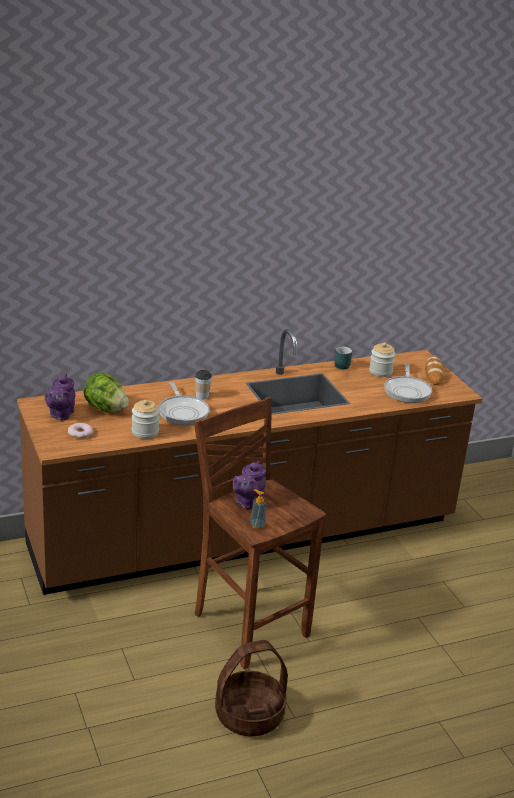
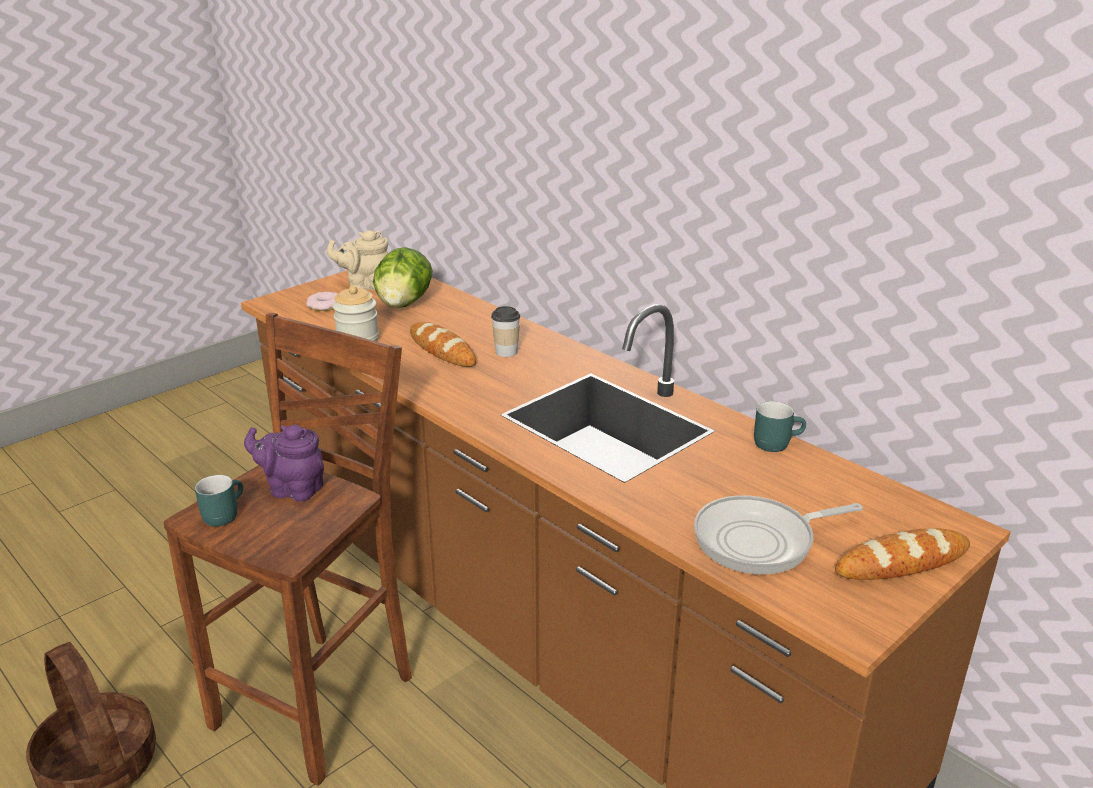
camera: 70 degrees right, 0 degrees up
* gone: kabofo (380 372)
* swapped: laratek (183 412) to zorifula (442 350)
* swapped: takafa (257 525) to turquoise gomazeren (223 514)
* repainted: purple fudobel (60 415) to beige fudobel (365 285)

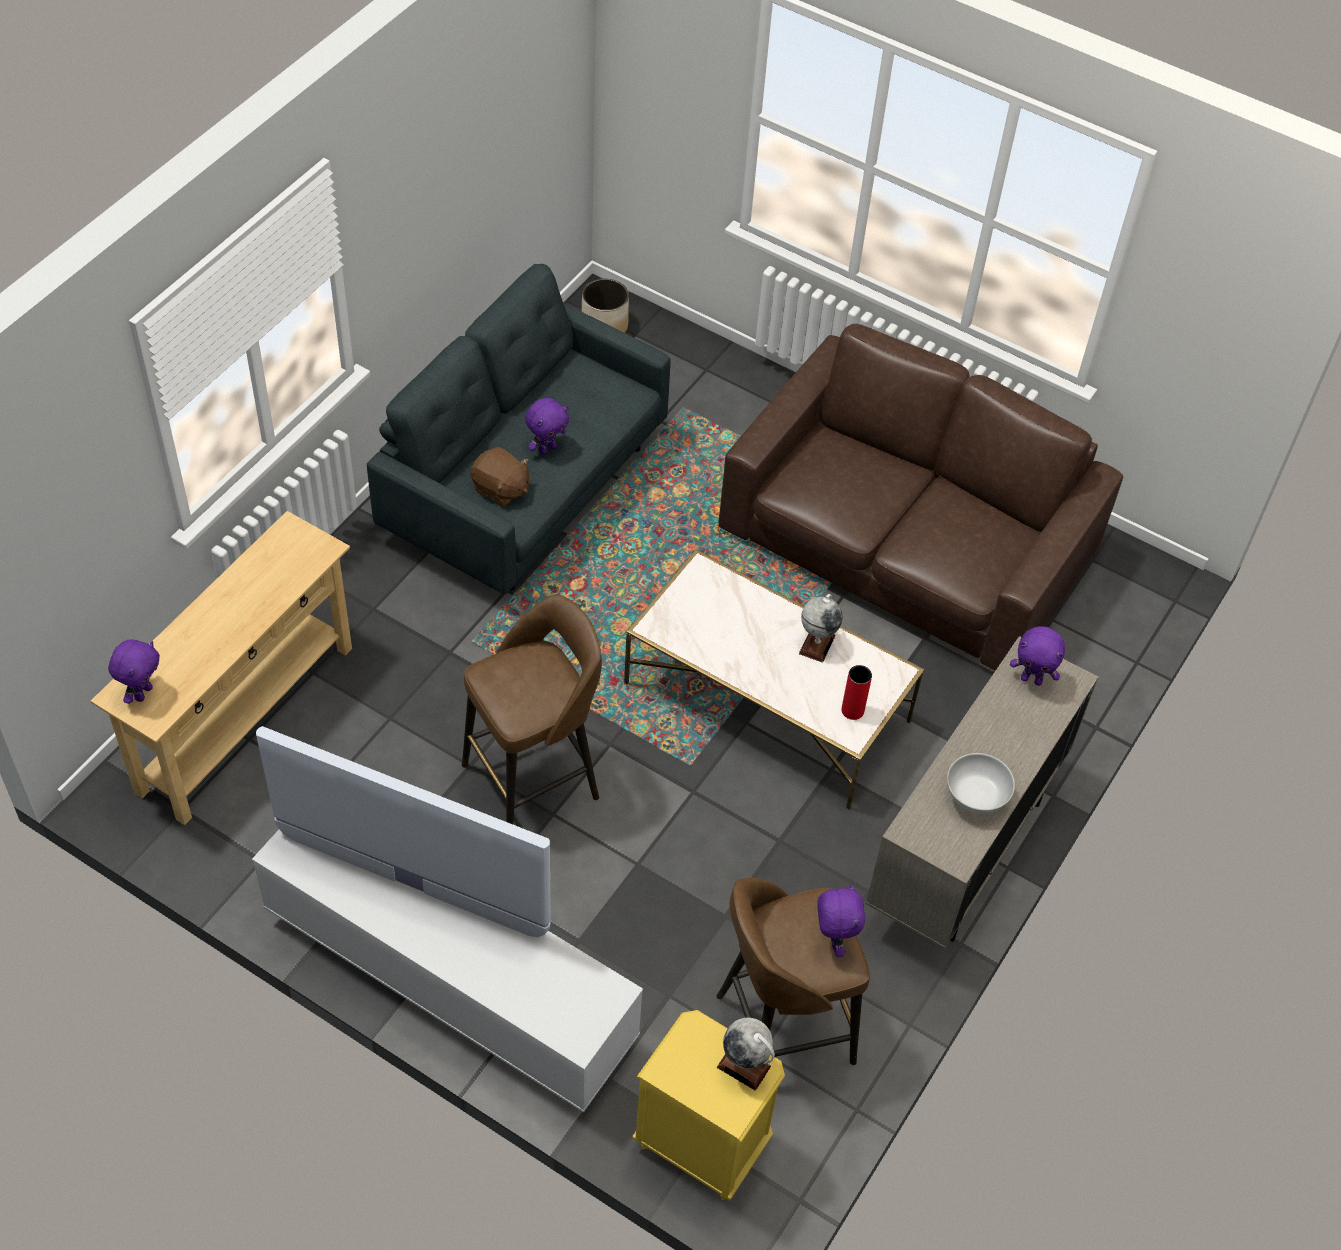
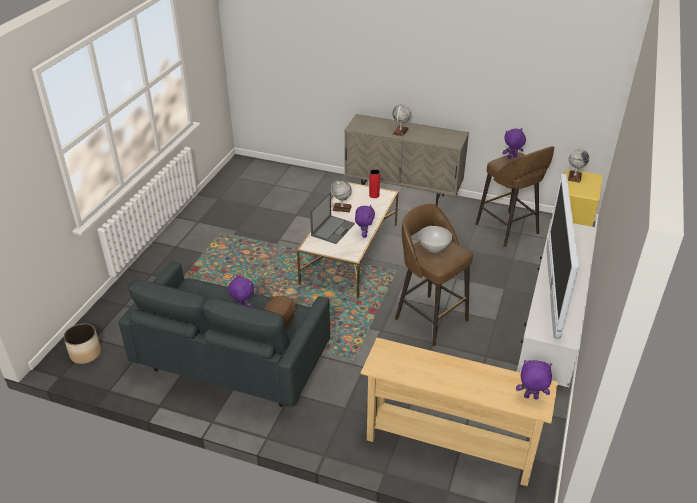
camera: 100 degrees left, 15 degrees down
* gone: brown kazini (906 543)
* new: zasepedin (333 229)
* new: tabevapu (400 131)
* shifted: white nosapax (976 798) to (434 247)
* shifted: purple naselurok (1032 679) to (364 235)

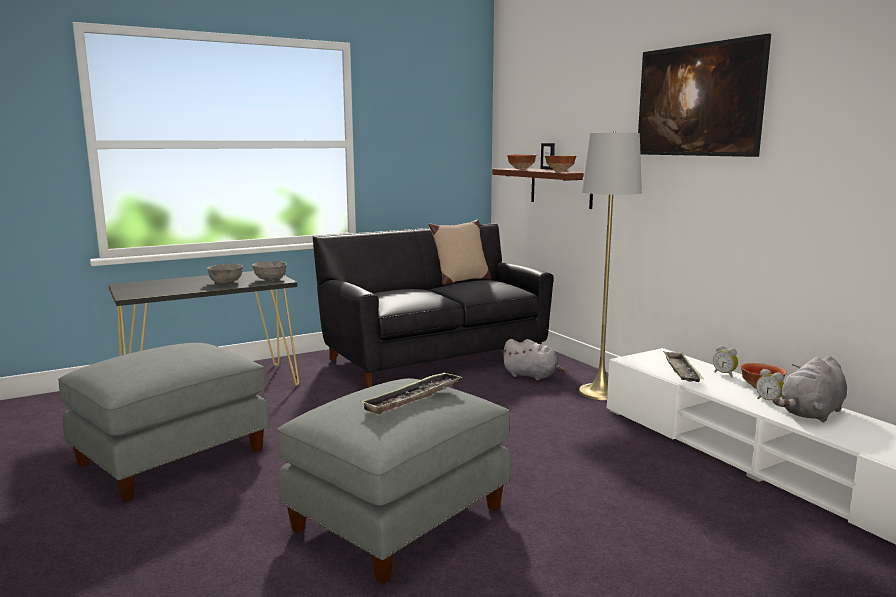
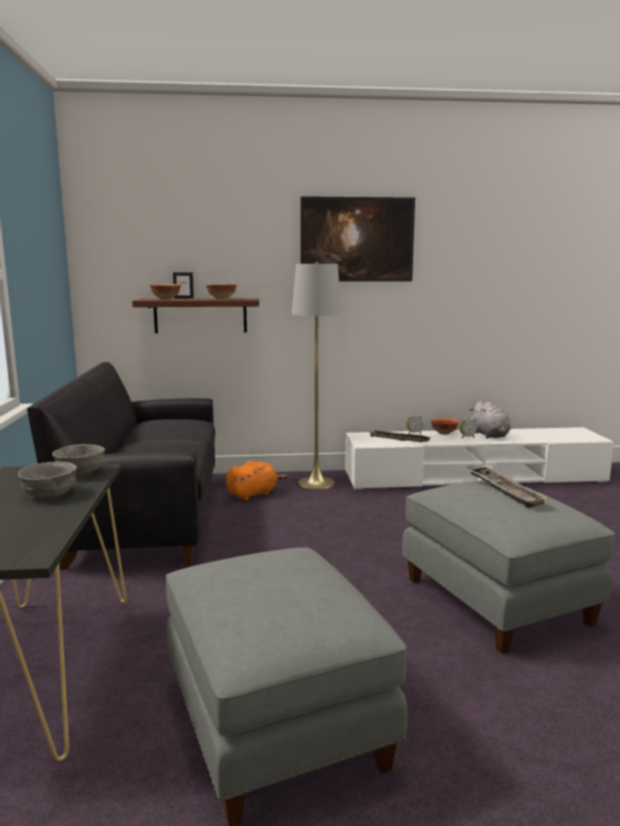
camera: 65 degrees left, 0 degrees up
* gone: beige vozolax (461 281)
* repainted: grey naselurok (532 376) to orange naselurok (253 494)

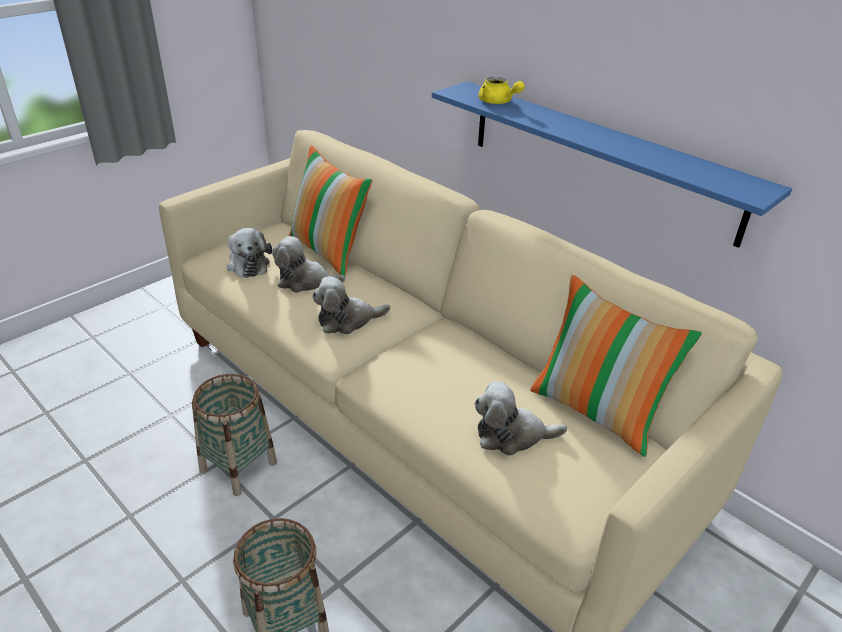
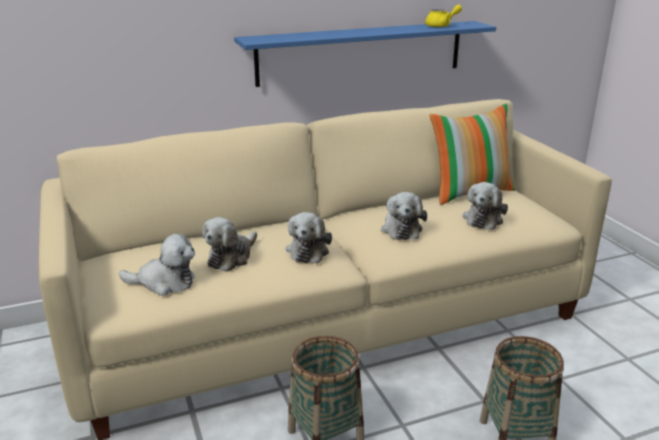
camera: 65 degrees left, 10 degrees down
* gone: vozolax (329 251)
* new: naselurok (401 229)
* shifted: yellow fudobel (498 102) to (441 26)

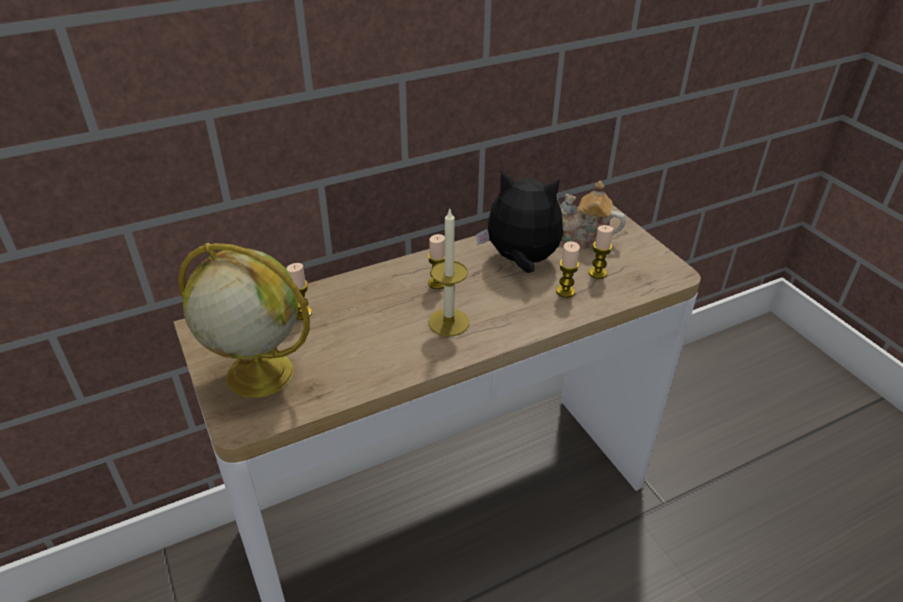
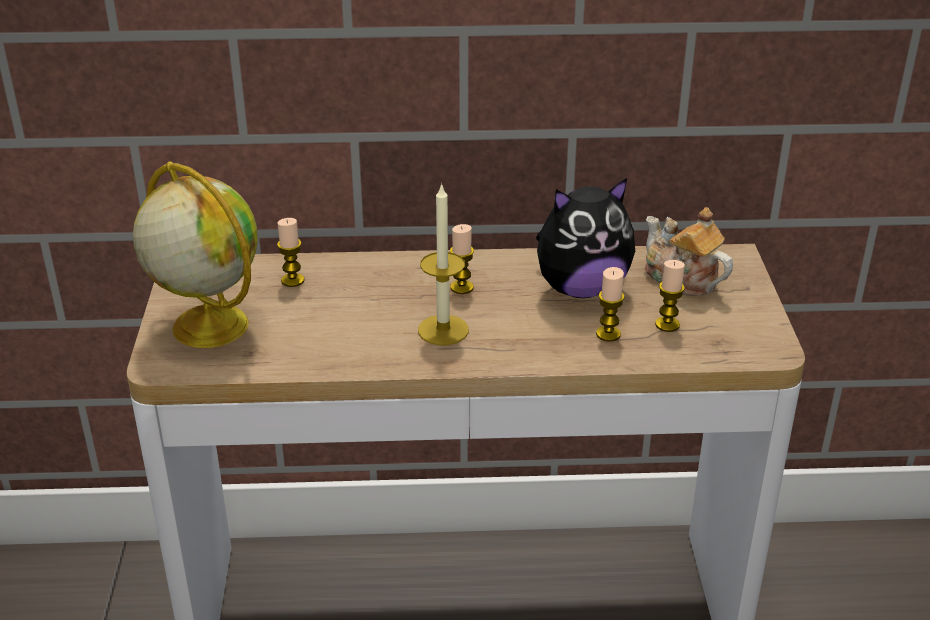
camera: 25 degrees right, 5 degrees down
* rotated: naselurok (521 261) = (581 288) 120 degrees clockwise

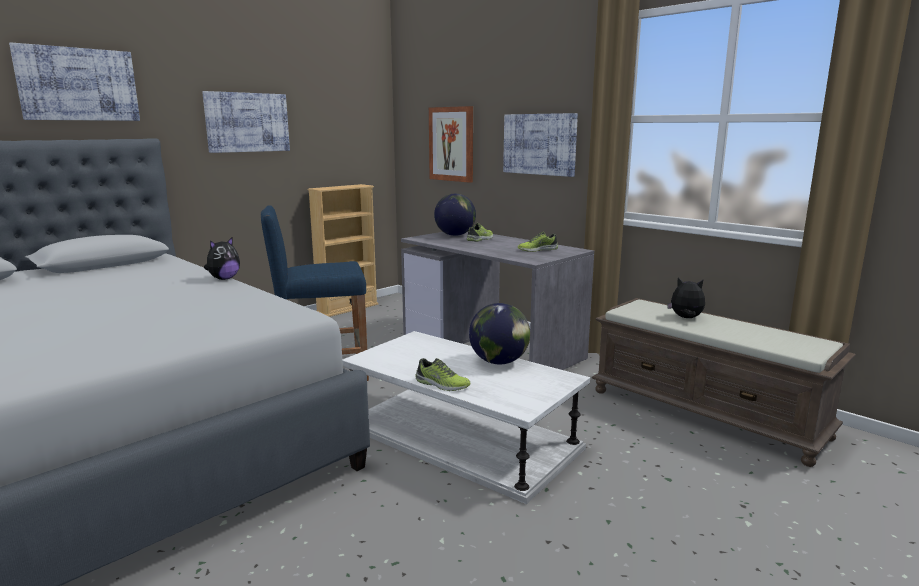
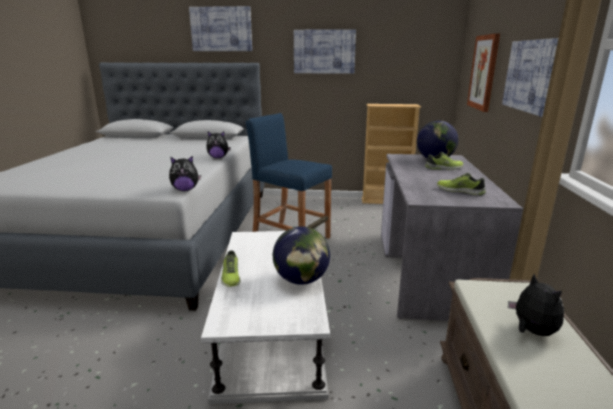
camera: 50 degrees right, 5 degrees up
* new: naselurok (185 190)

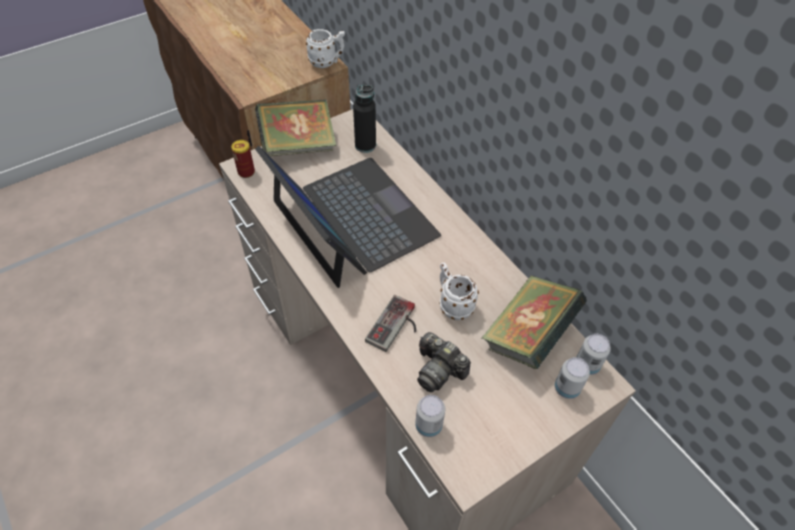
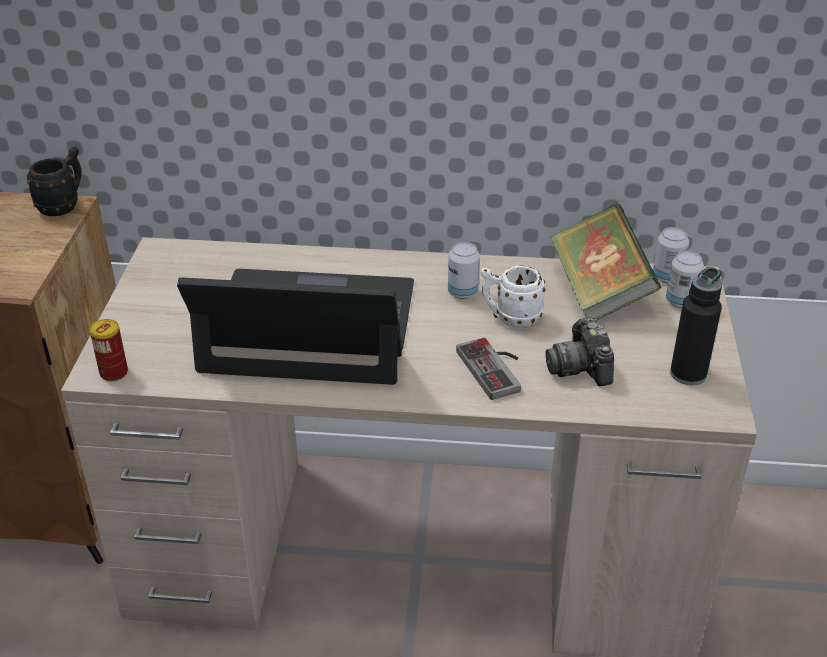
camera: 50 degrees left, 15 degrees down
* gone: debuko (298 146)
* shifted: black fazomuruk (365 145) to (688 374)
* shifted: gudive (428 425) to (462 292)
* repainted: white gomazeren (327 62) to black gomazeren (64 205)
* rotated: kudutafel (438 370) = (580 367) 90 degrees clockwise

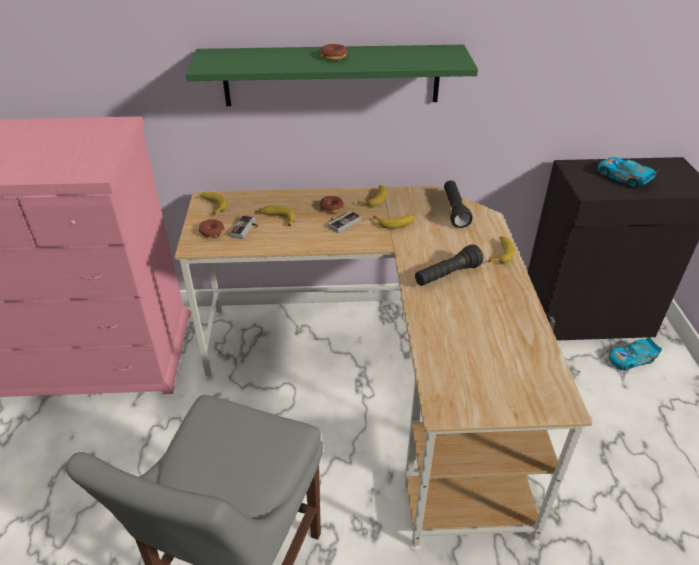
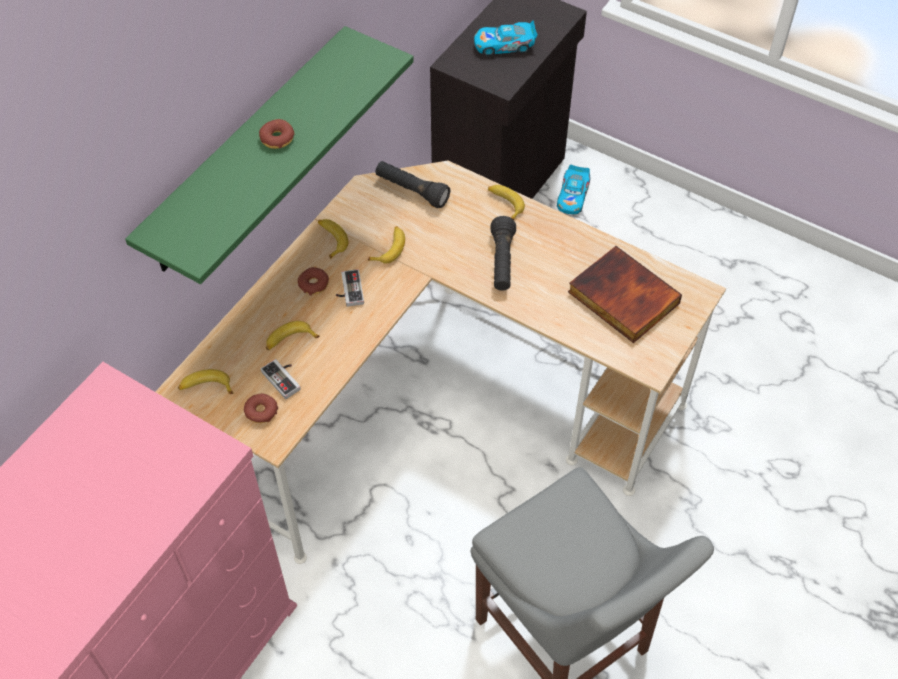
camera: 55 degrees left, 15 degrees up
* new: debuko (621 298)

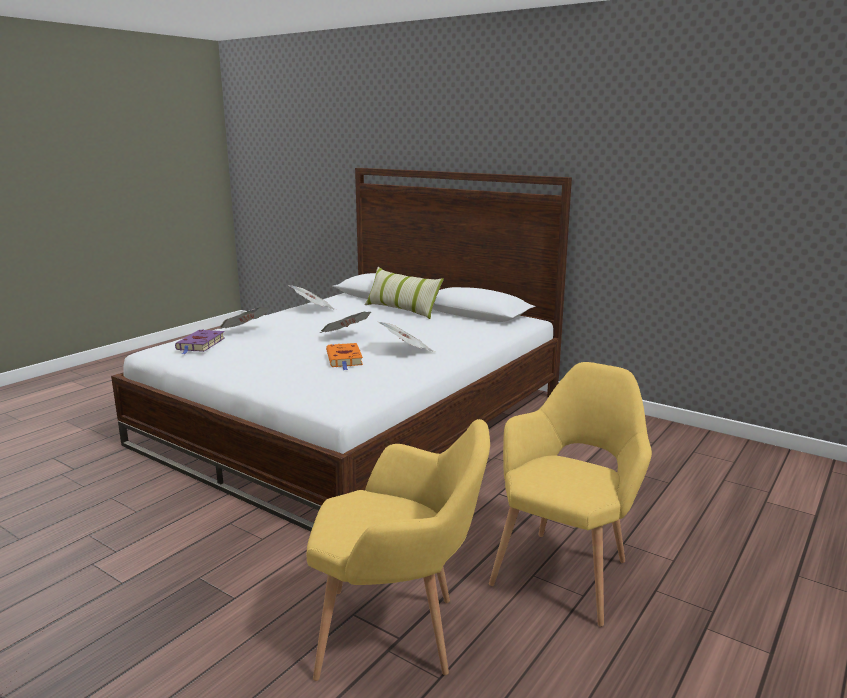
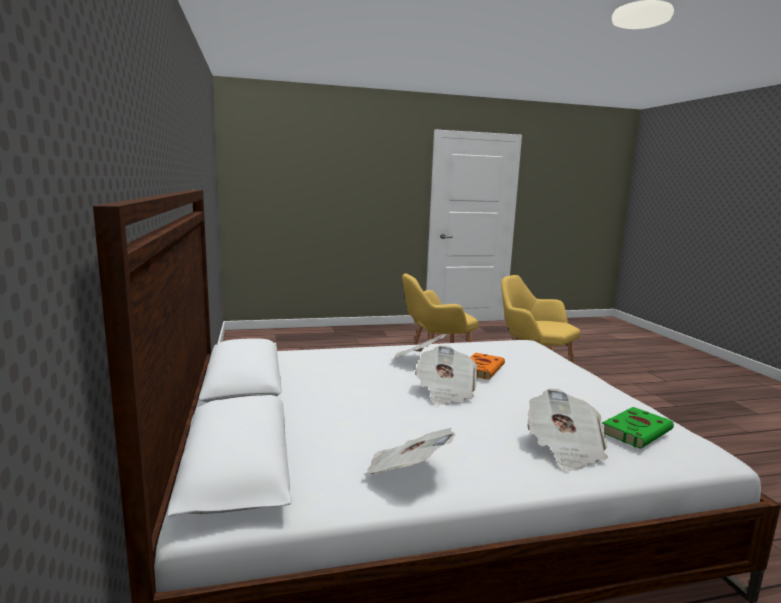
camera: 140 degrees left, 5 degrees down
* gone: vozolax (402 310)
* repainted: purple debuko (200 344) to green debuko (637 431)

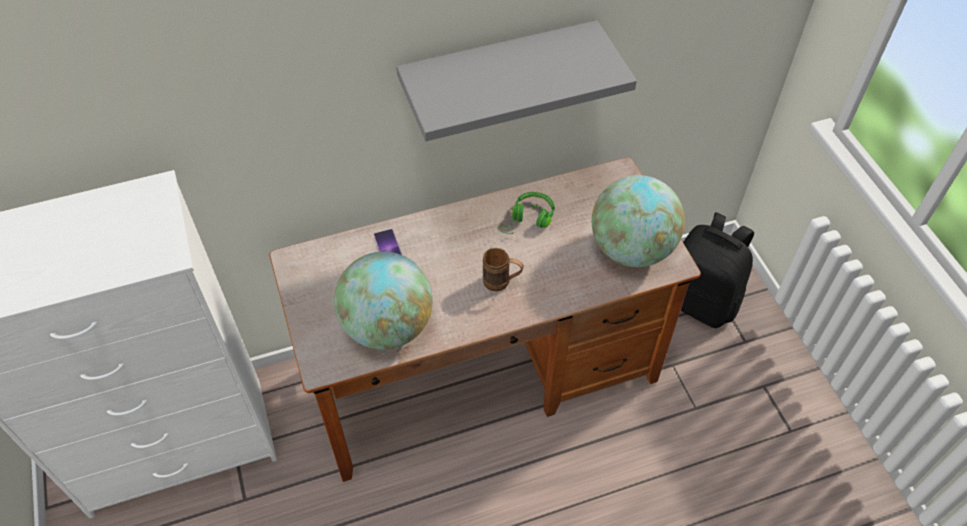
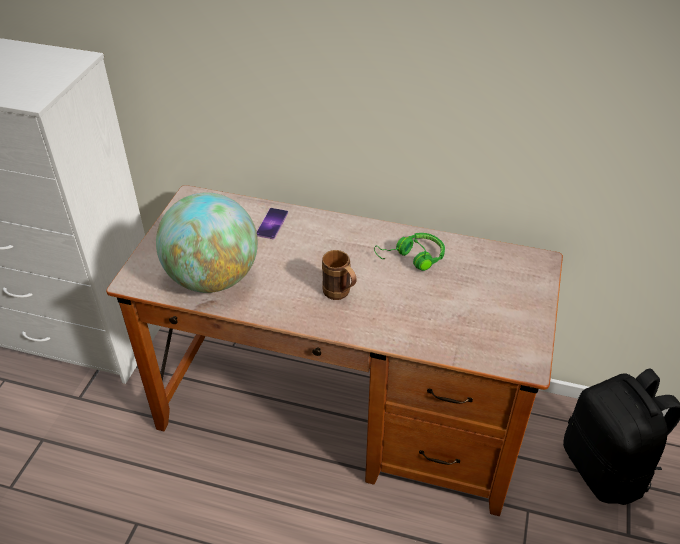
camera: 35 degrees right, 10 degrees down
* gone: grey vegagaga (498 72)
* gone: tabevapu (631 249)

